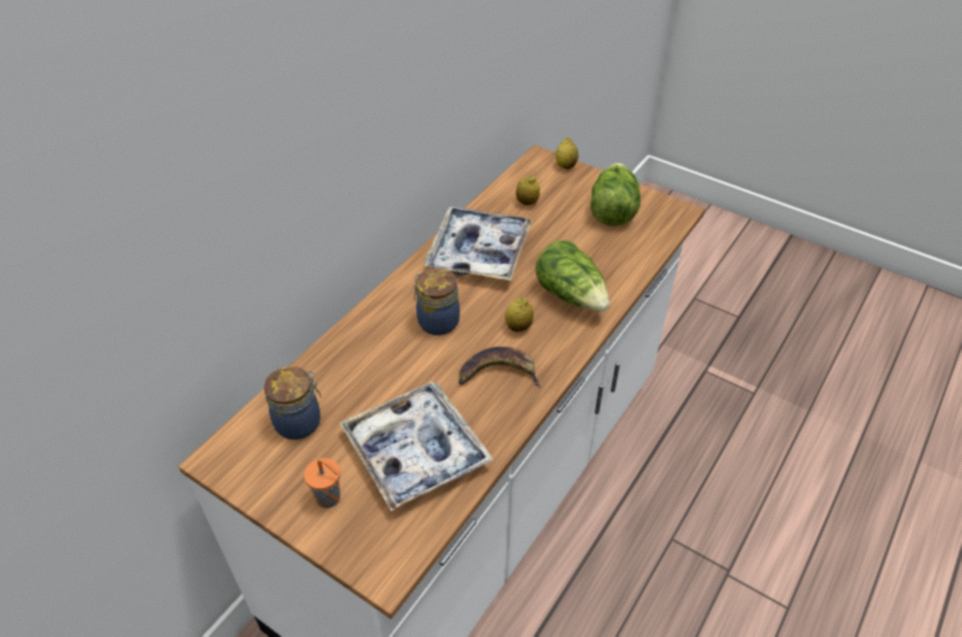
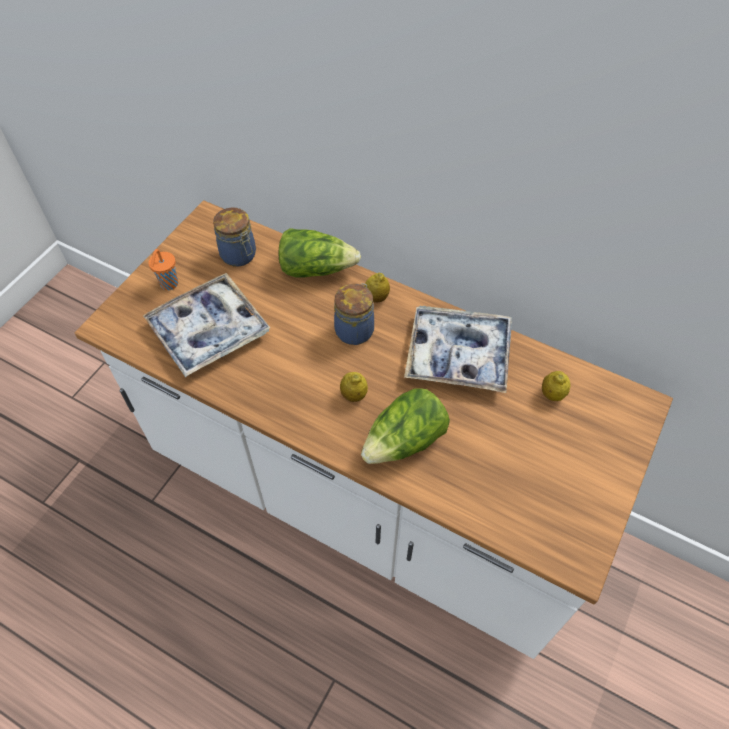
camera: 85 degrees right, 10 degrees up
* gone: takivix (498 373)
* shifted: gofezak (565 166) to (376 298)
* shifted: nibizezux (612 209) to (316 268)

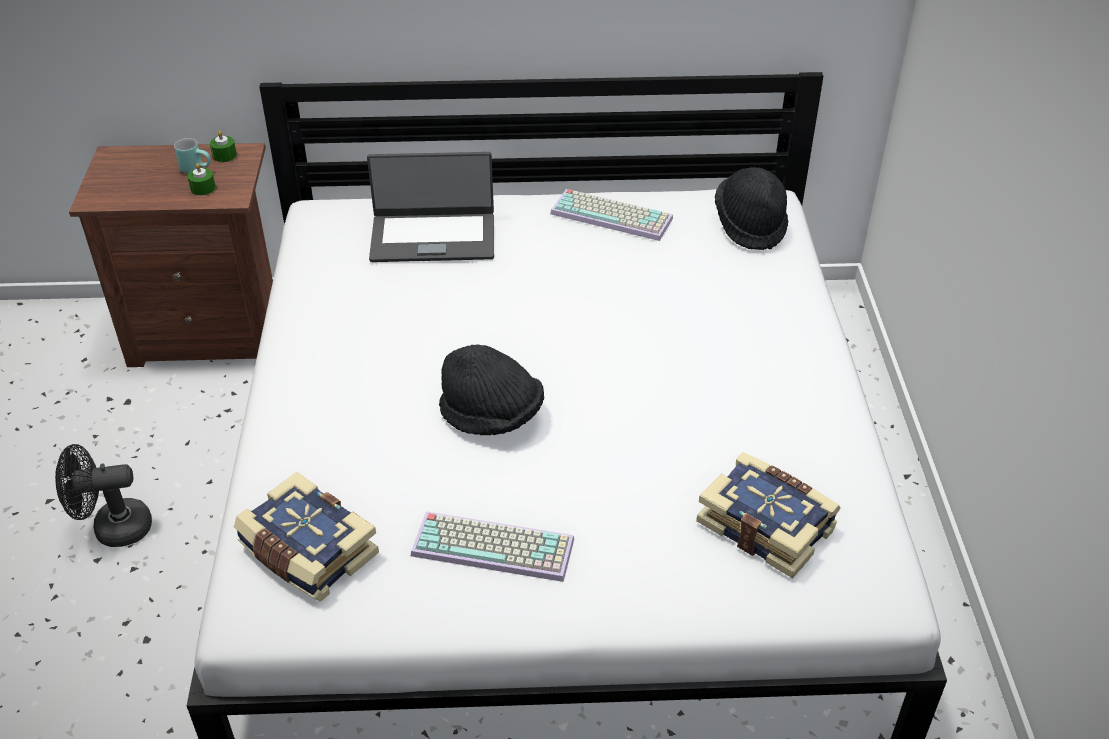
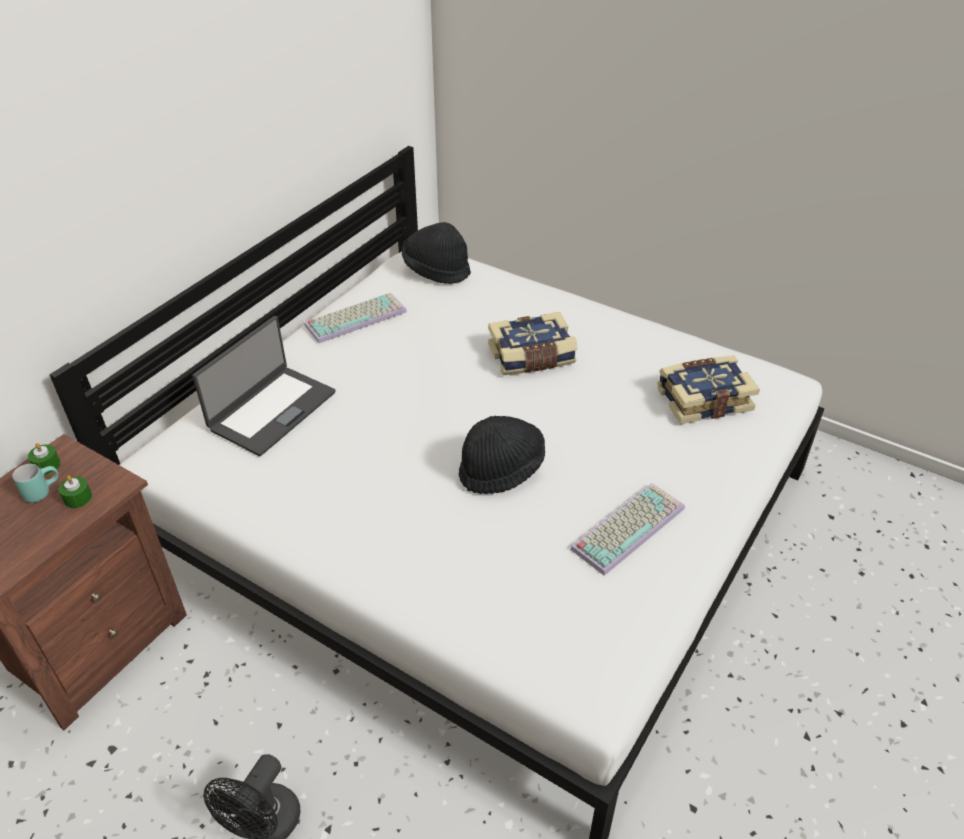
camera: 55 degrees left, 0 degrees up
* shifted: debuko (307 553) to (532 357)

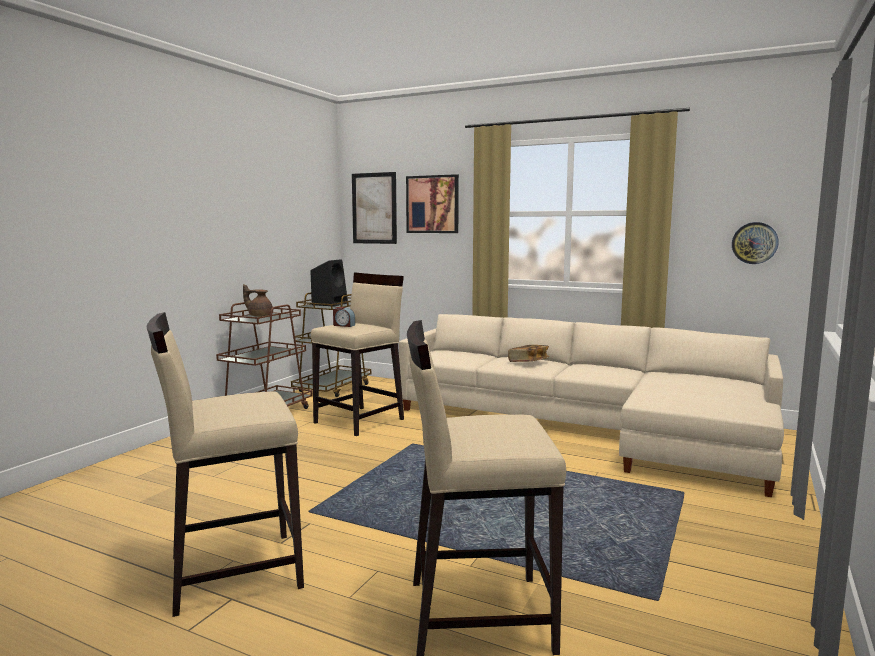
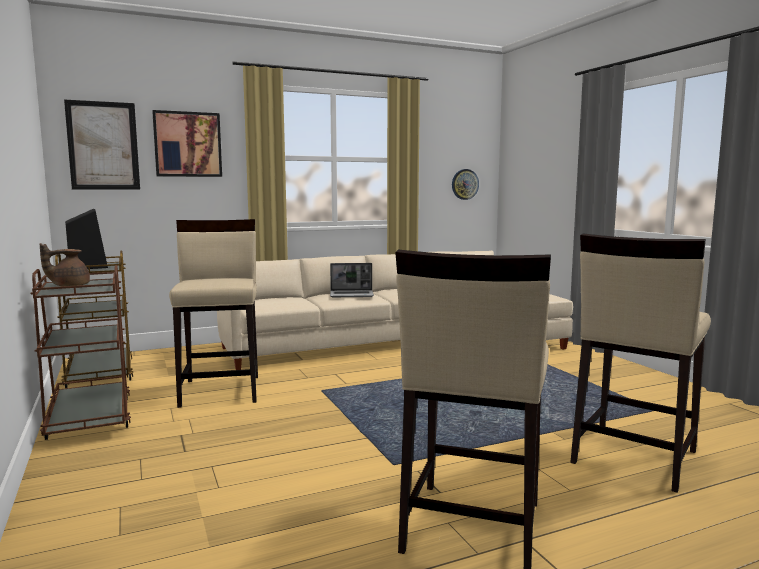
camera: 50 degrees left, 0 degrees up
* gone: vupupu (343 325)
* swapped: debuko (528 362) to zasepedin (352 295)

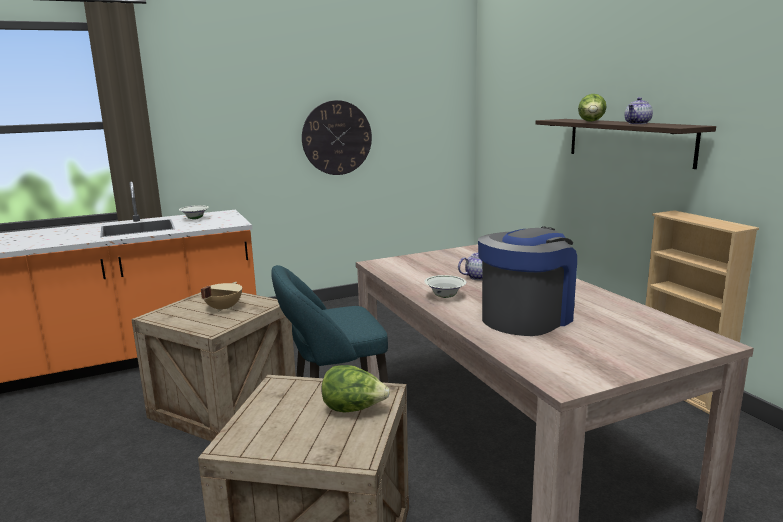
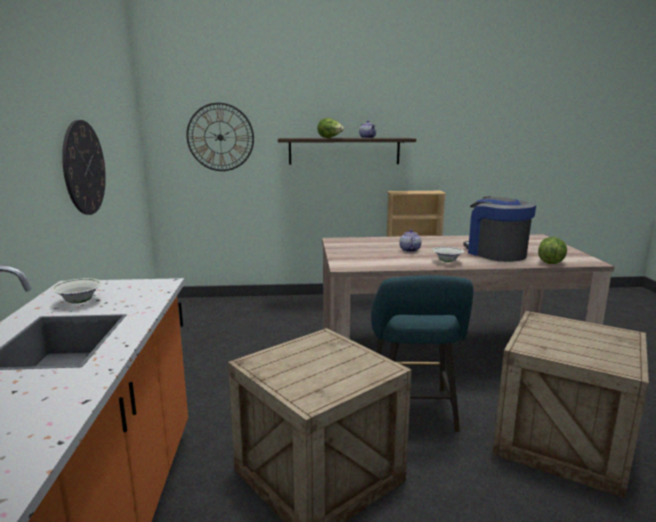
camera: 70 degrees left, 0 degrees up
* gone: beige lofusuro (222 308)
* new: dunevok (220 137)
* shifted: nibizezux (354 409) to (551 262)

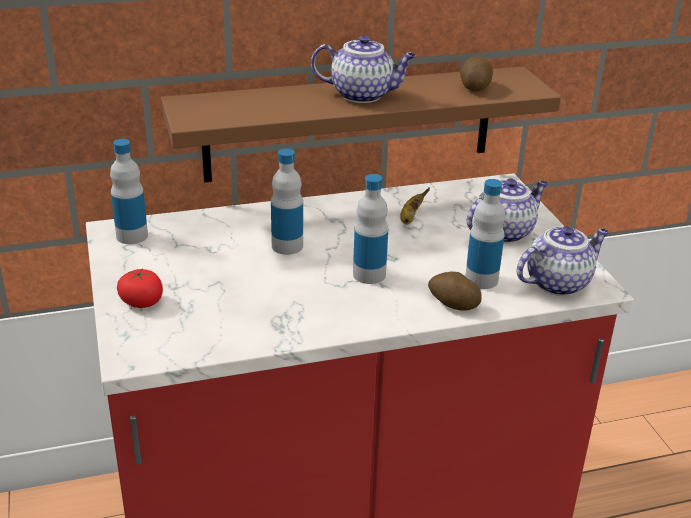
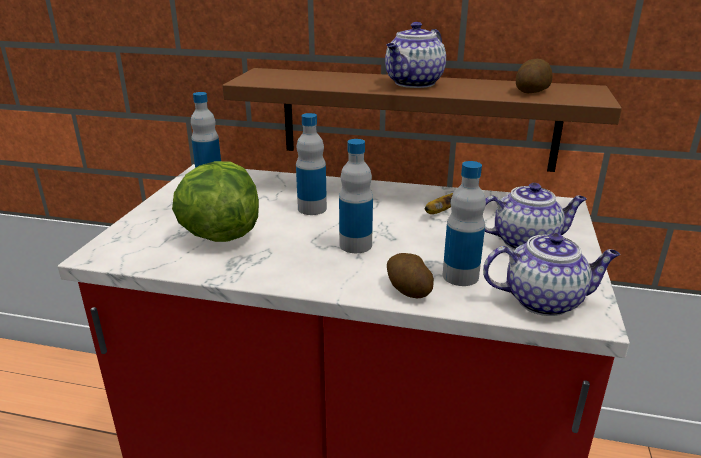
camera: 30 degrees right, 5 degrees down
* gone: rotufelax (142 301)
* new: nibizezux (220 235)
* rotated: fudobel (363 95) = (414 84) 90 degrees clockwise

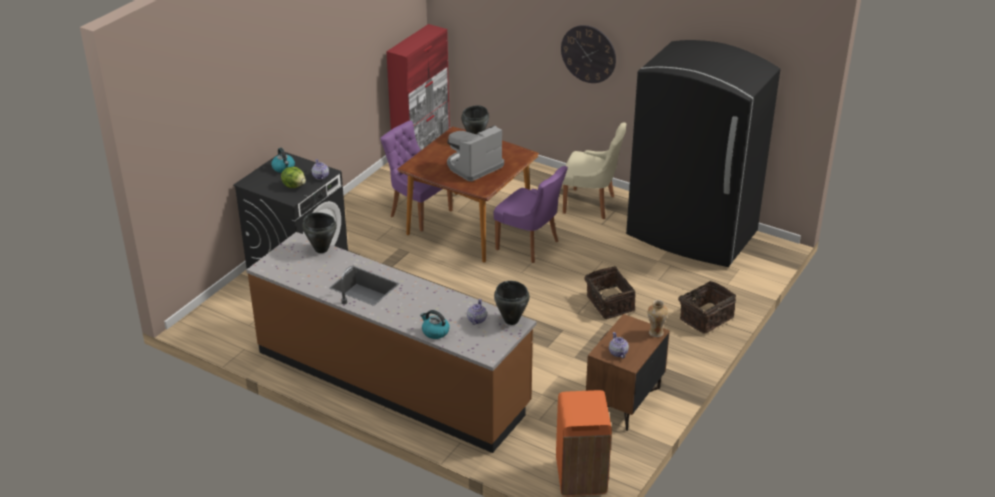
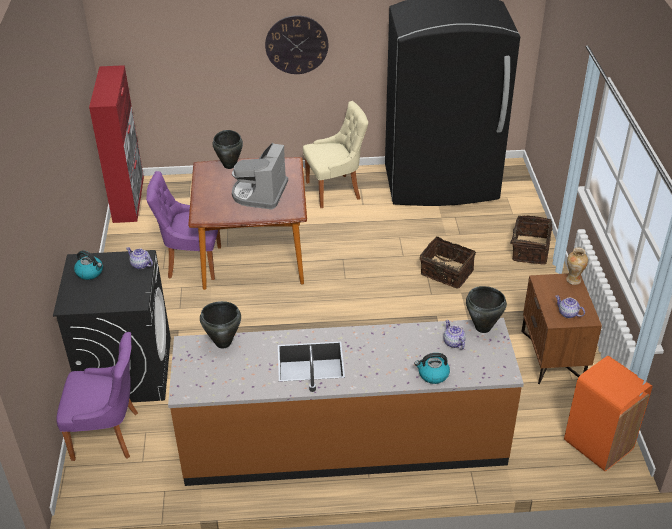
camera: 35 degrees left, 5 degrees up
* gone: nibizezux (294 185)
* shifted: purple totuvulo (529 245) to (108 435)

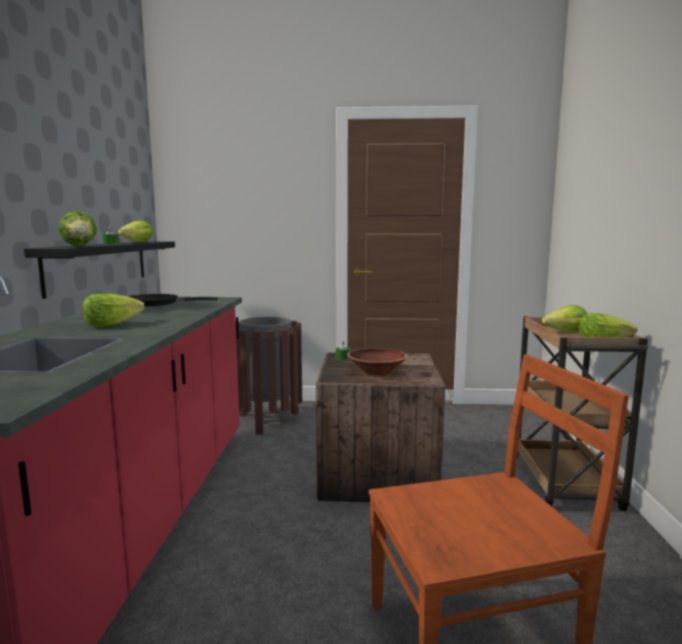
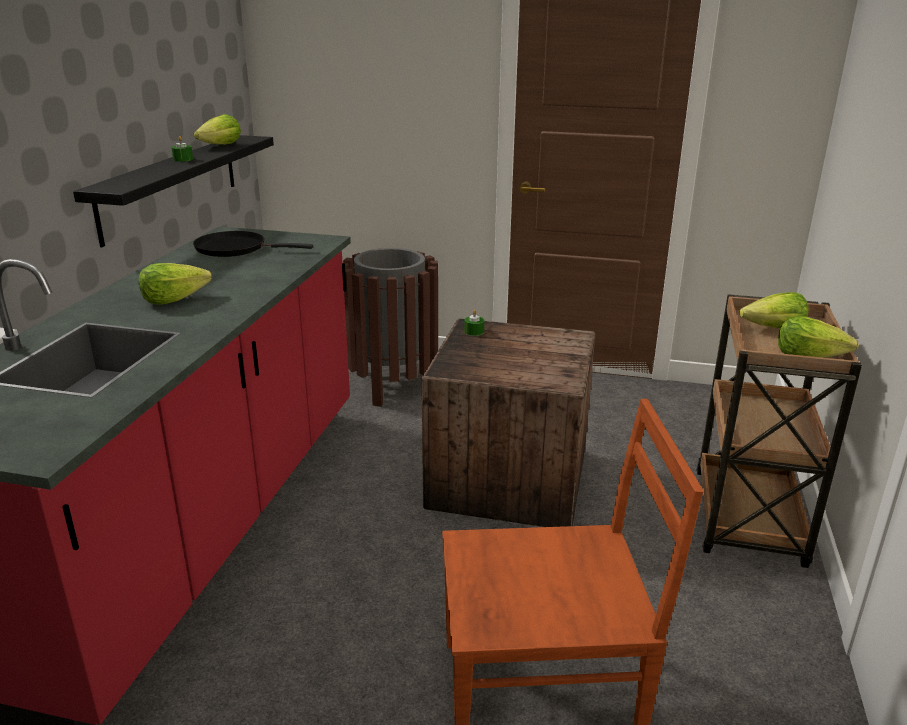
camera: 10 degrees right, 15 degrees up
* gone: nibizezux (80 246)
* gone: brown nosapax (376 373)

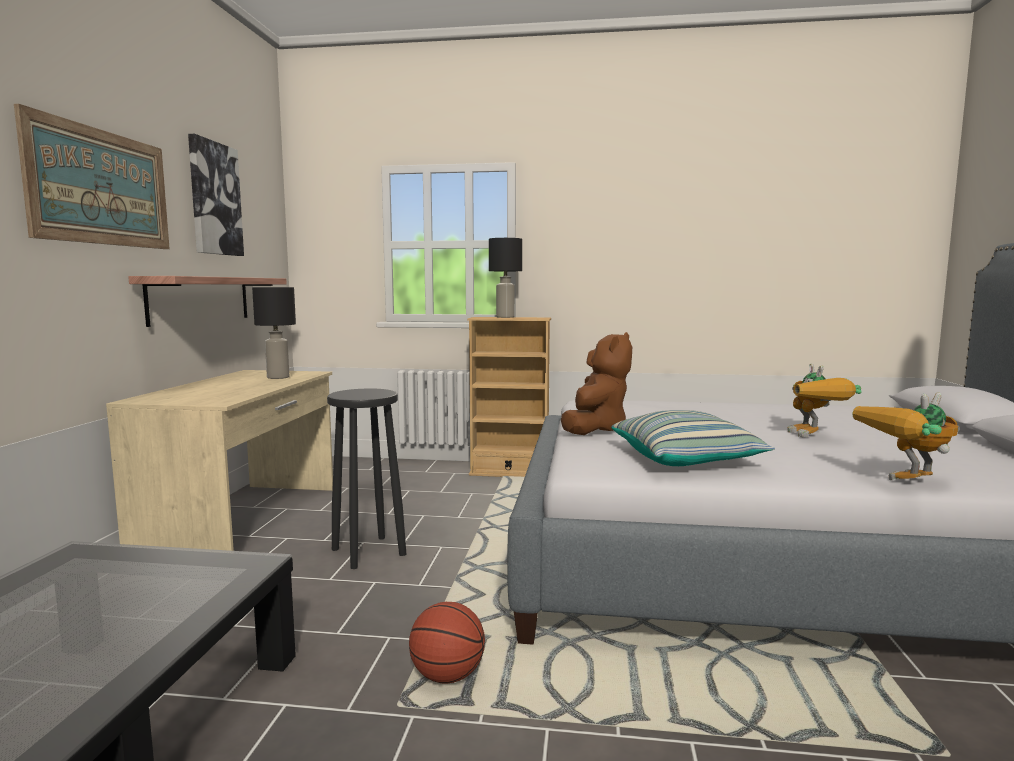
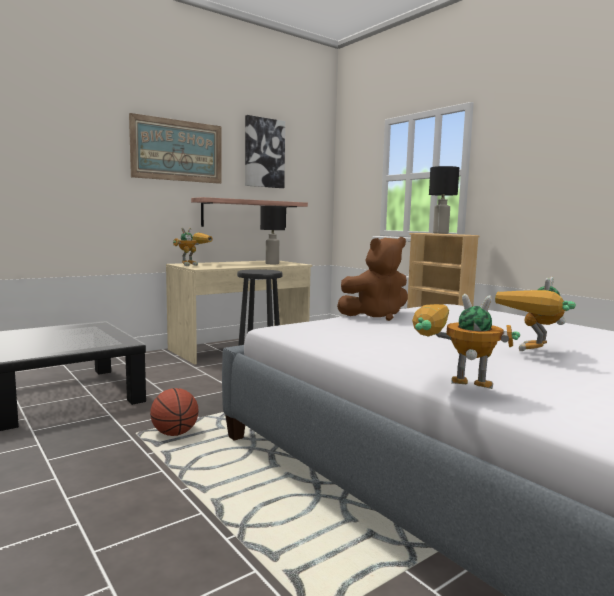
camera: 45 degrees right, 0 degrees up
* gone: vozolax (686 459)
* new: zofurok (193 265)

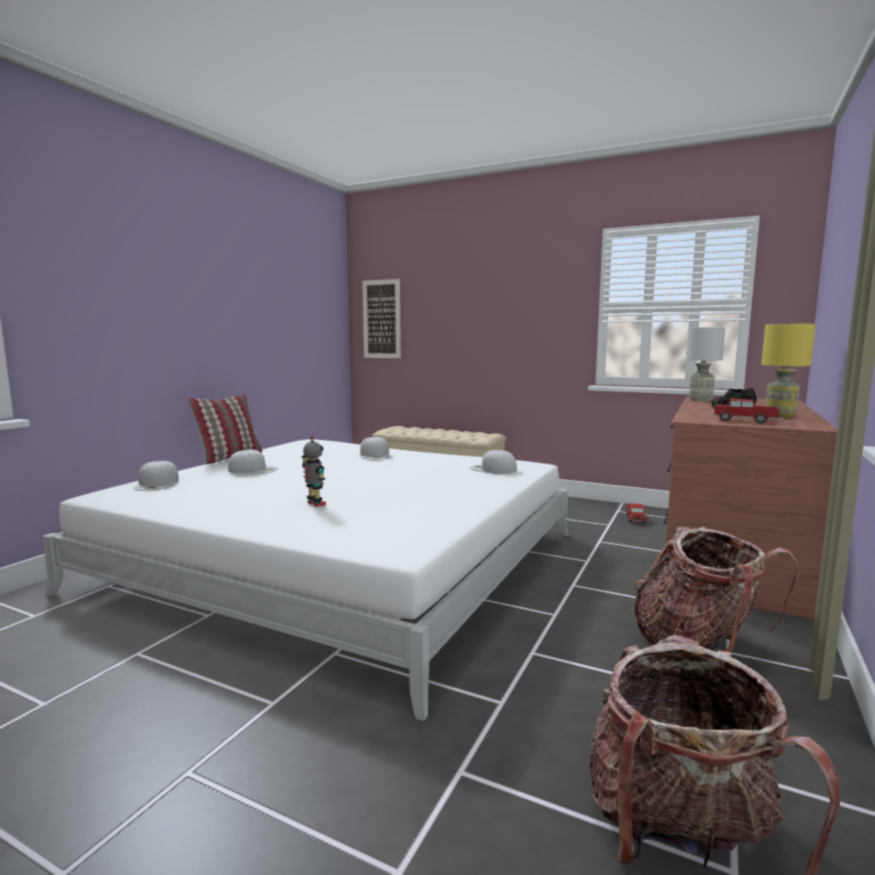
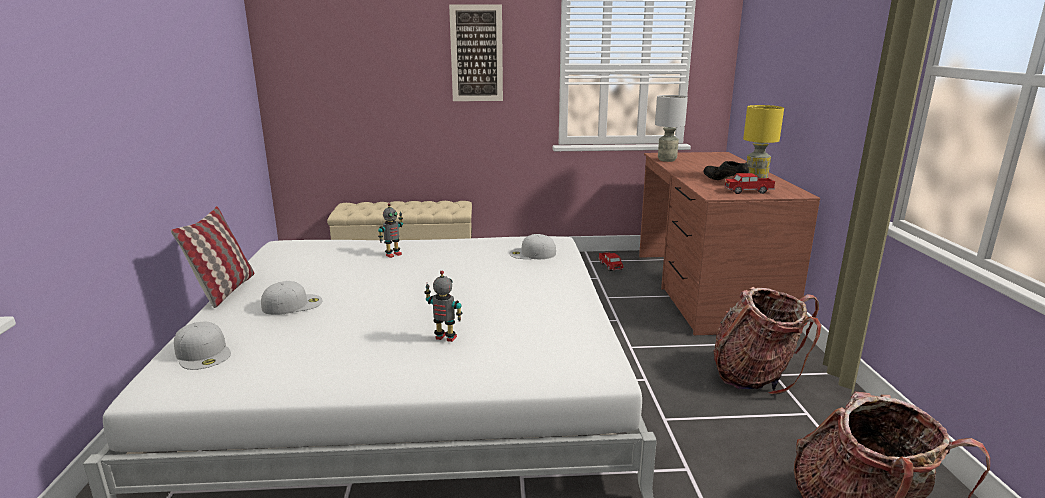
camera: 30 degrees left, 10 degrees up
* shifted: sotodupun (381 319) to (476 53)
* swapped: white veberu (375 455) to zofurok (393 254)

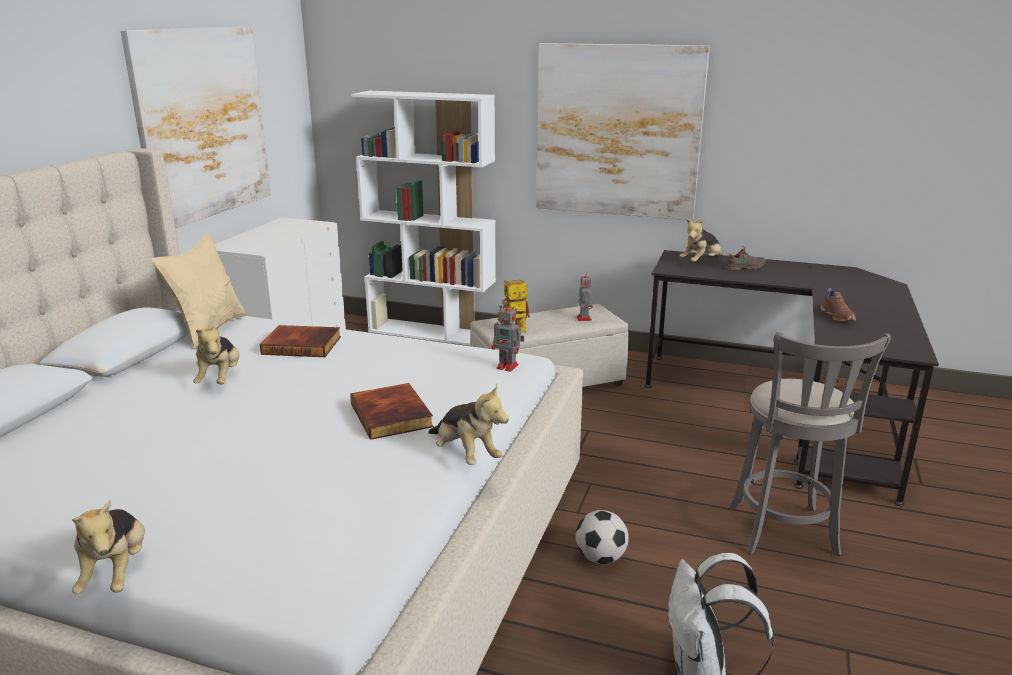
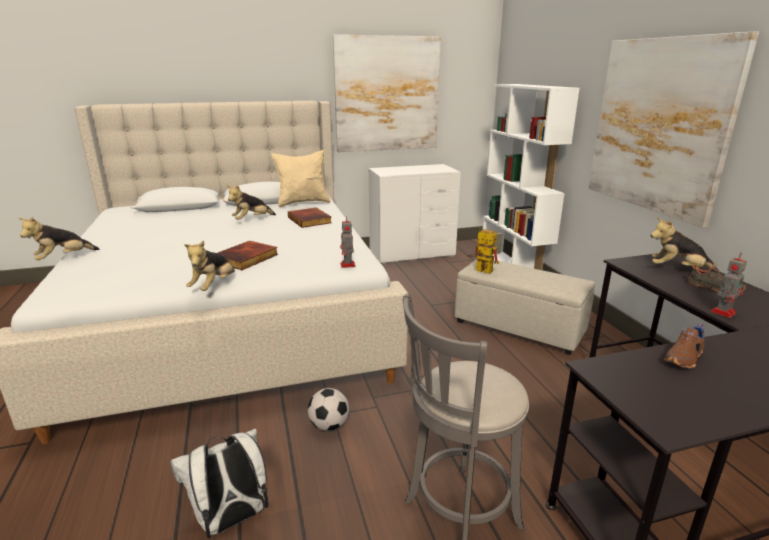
camera: 55 degrees right, 0 degrees up
* shifted: zofurok (584 318) to (723 312)

